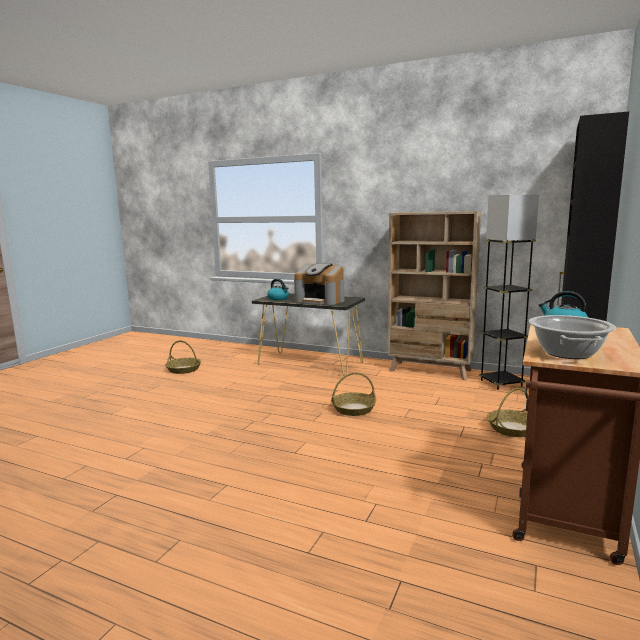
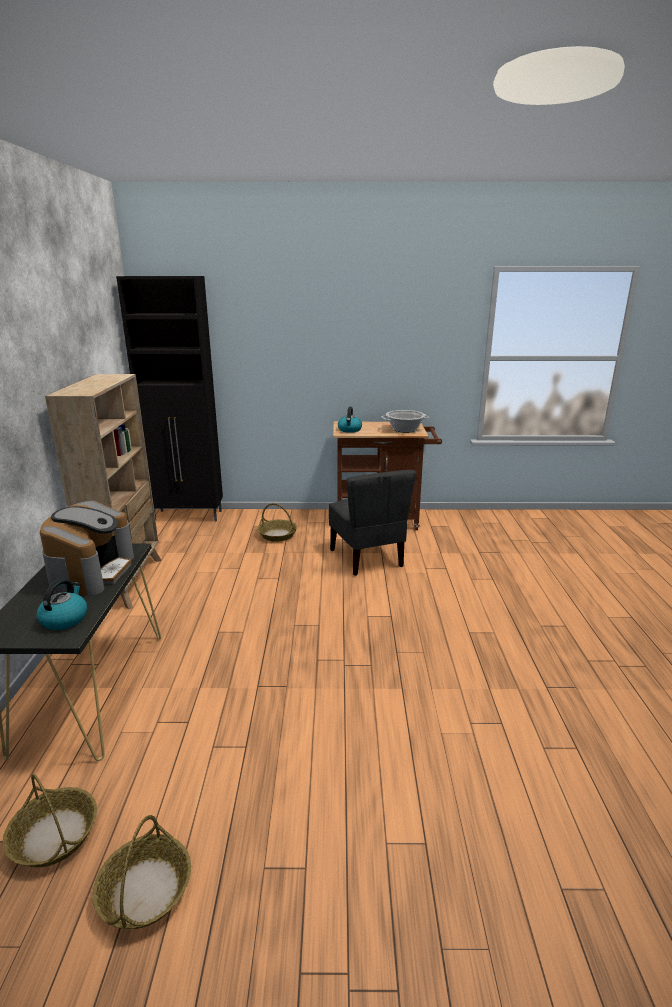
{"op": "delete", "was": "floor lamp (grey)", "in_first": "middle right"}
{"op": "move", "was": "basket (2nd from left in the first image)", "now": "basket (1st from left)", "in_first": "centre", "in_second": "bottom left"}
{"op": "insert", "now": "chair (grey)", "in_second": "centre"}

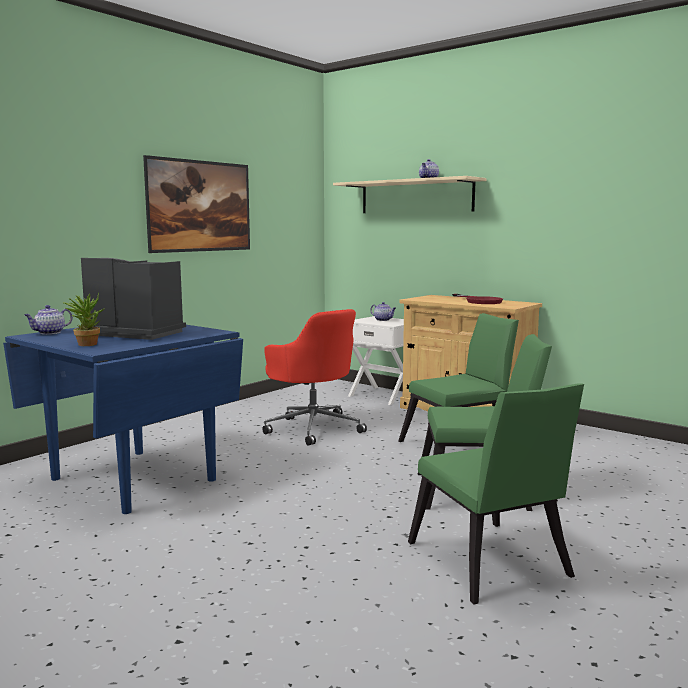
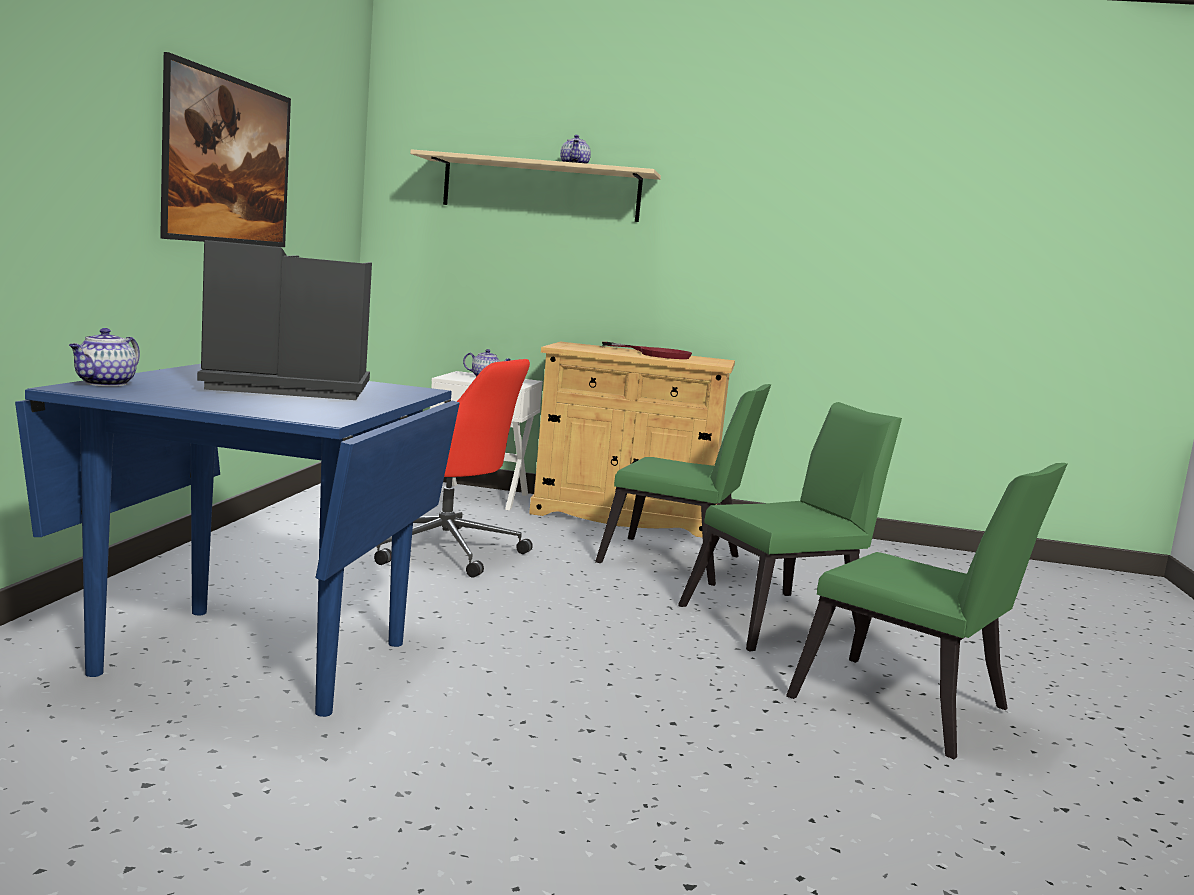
{"op": "delete", "was": "potted plant", "in_first": "middle left"}
{"op": "rotate", "was": "chair (green) (1st from left)", "in_first": "middle right", "in_second": "centre", "clockwise": 75}

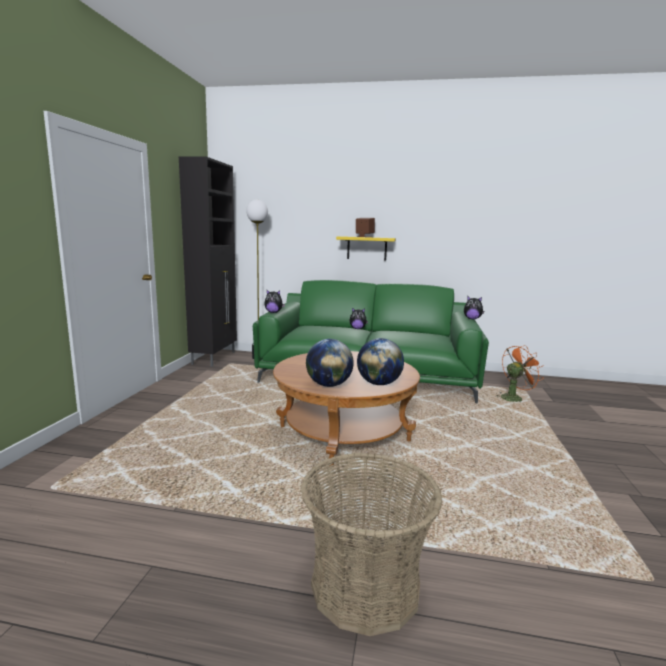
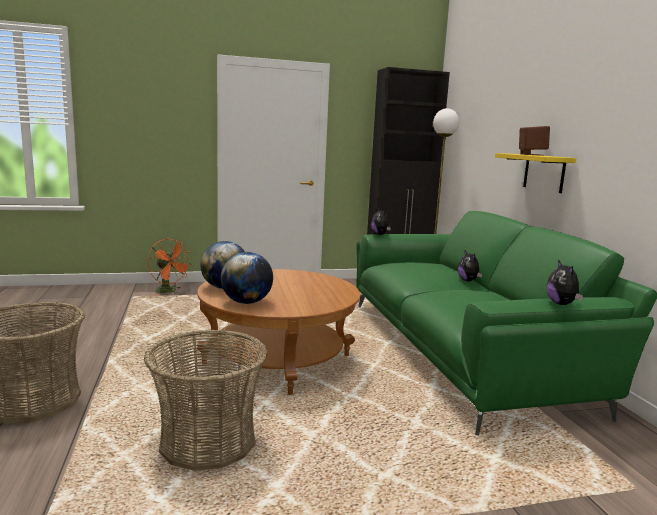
{"op": "move", "was": "fan (orange)", "in_first": "middle right", "in_second": "middle left"}
{"op": "insert", "now": "basket (2nd from left)", "in_second": "bottom left"}

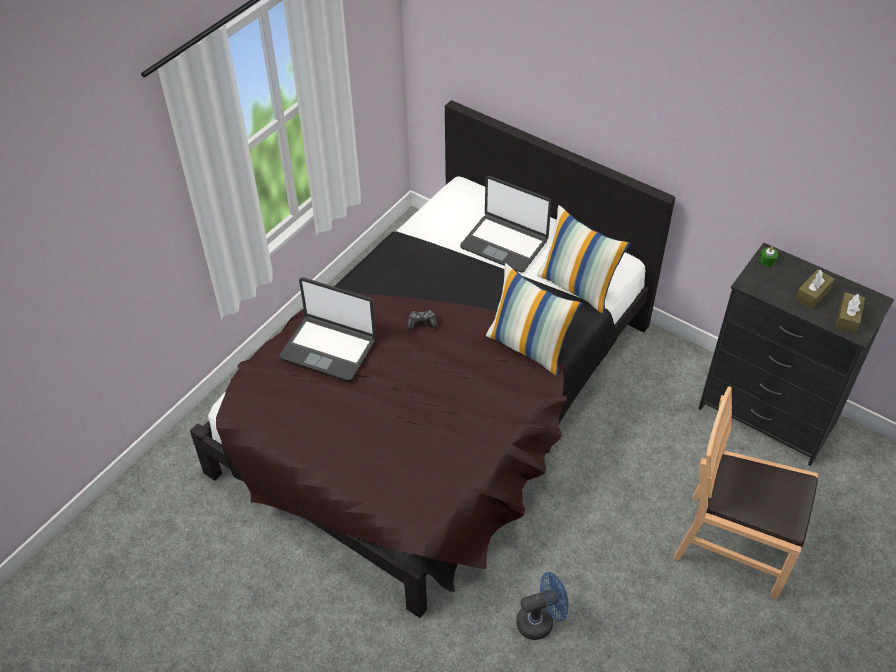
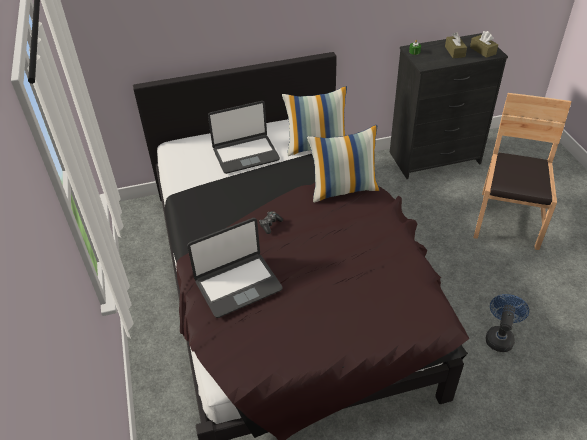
{"op": "rotate", "was": "chair (brown)", "in_first": "bottom right", "in_second": "middle right", "clockwise": 135}

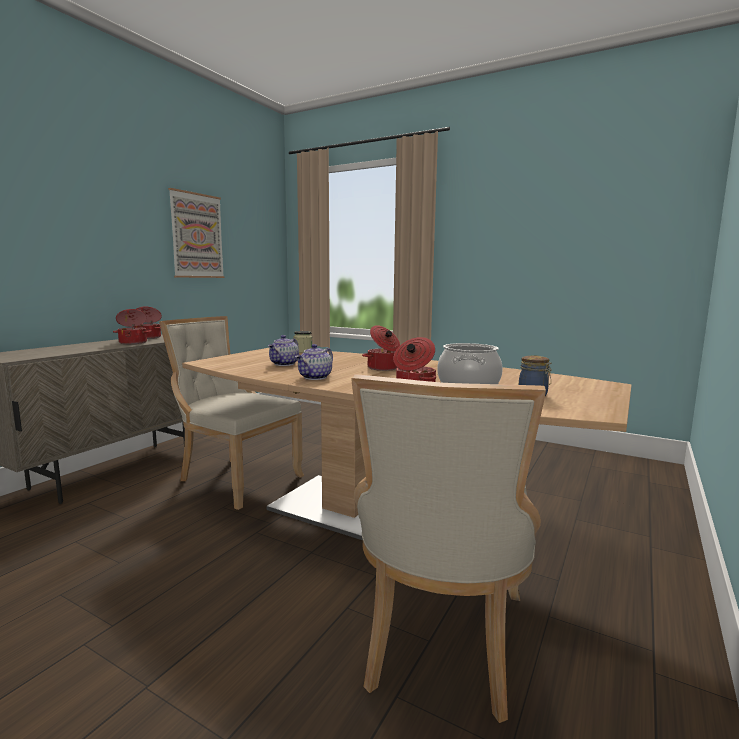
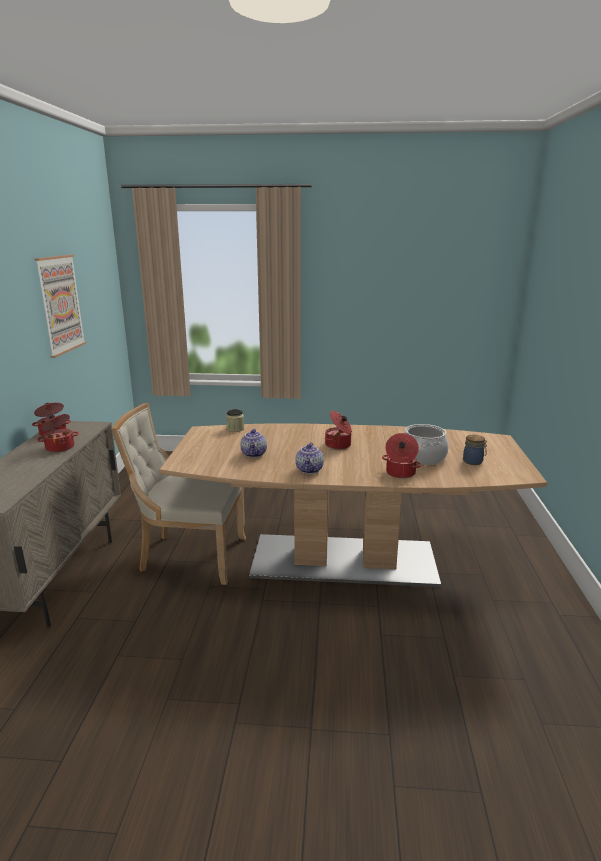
{"op": "delete", "was": "chair (beige) (2nd from left)", "in_first": "bottom centre"}

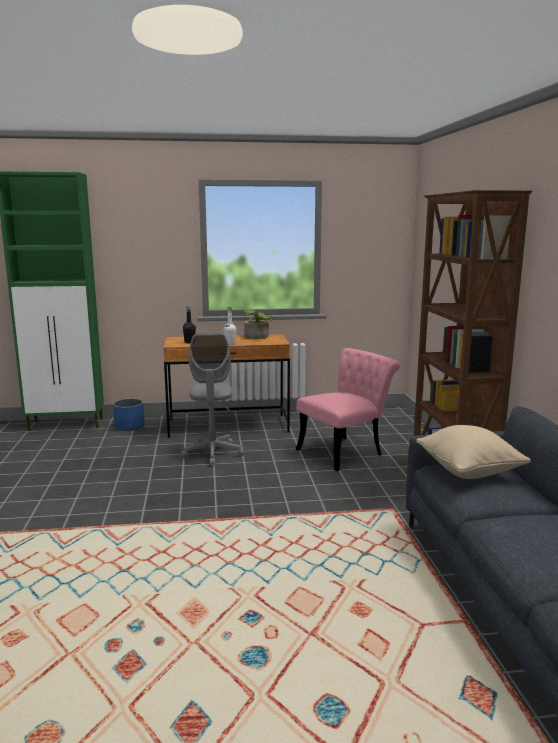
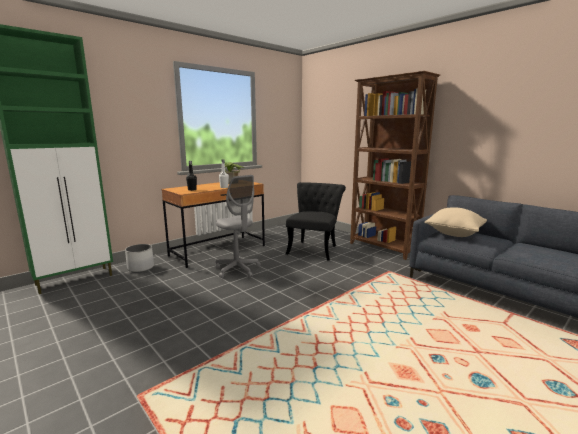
{"op": "recolor", "was": "chair (pink)", "now": "chair (black)", "in_first": "centre", "in_second": "centre"}
{"op": "recolor", "was": "planter (blue)", "now": "planter (white)", "in_first": "middle left", "in_second": "middle left"}

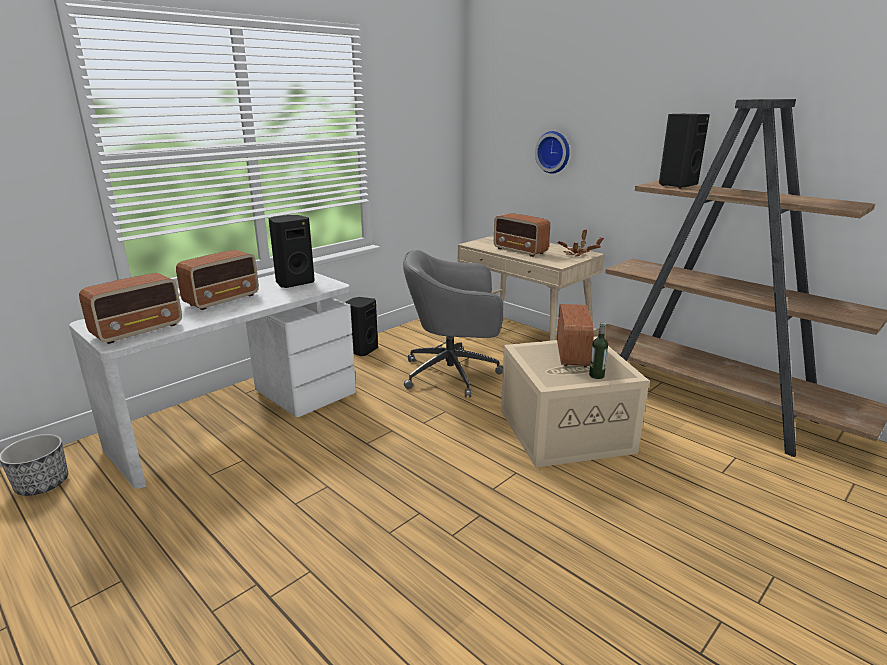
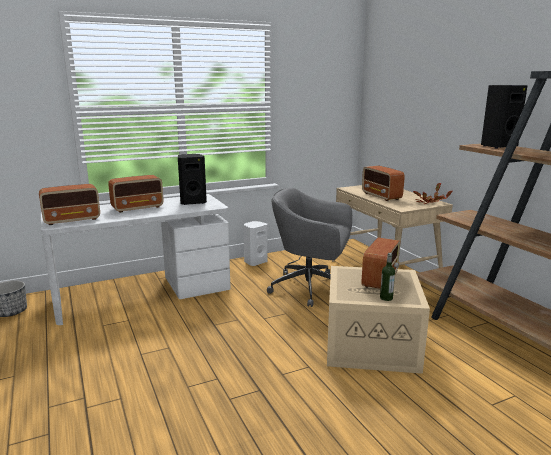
{"op": "delete", "was": "wall clock", "in_first": "top centre"}
{"op": "recolor", "was": "speaker (black) (2nd from left)", "now": "speaker (white)", "in_first": "centre", "in_second": "centre"}

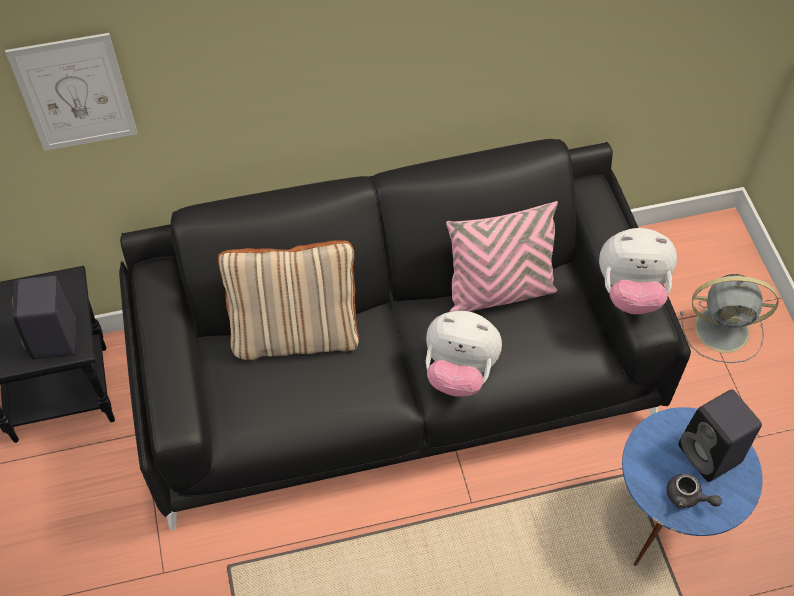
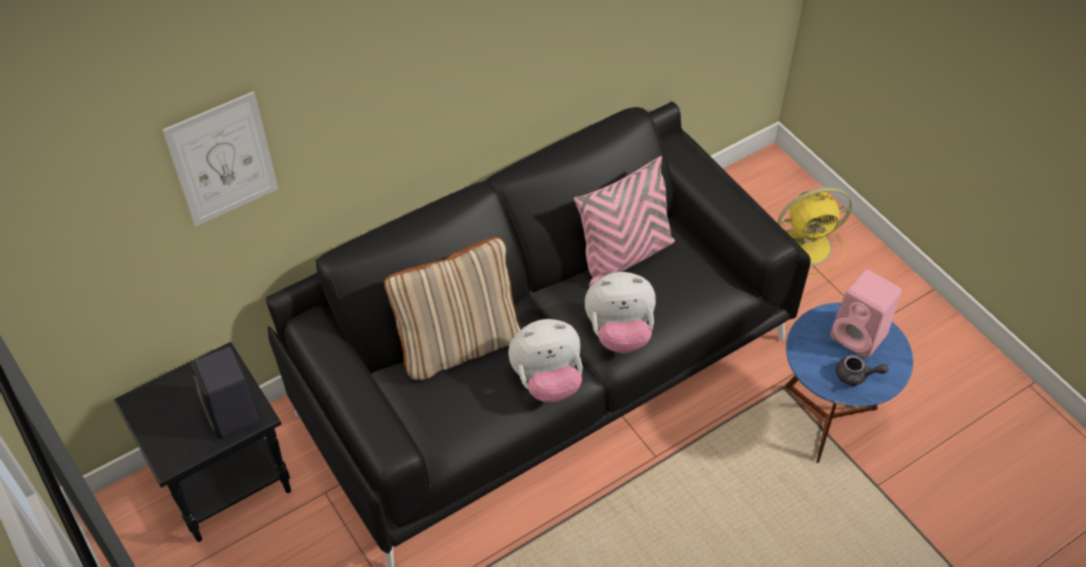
{"op": "move", "was": "plush toy (2nd from left in the first image)", "now": "plush toy (1st from left)", "in_first": "middle right", "in_second": "centre"}
{"op": "recolor", "was": "fan (grey)", "now": "fan (yellow)", "in_first": "middle right", "in_second": "middle right"}
{"op": "recolor", "was": "speaker (black) (2nd from left)", "now": "speaker (pink)", "in_first": "bottom right", "in_second": "middle right"}

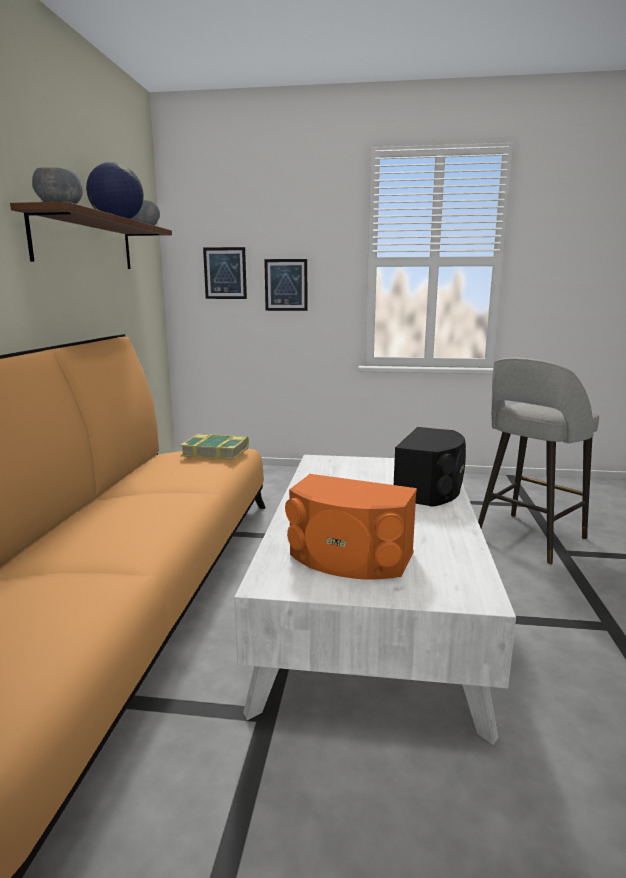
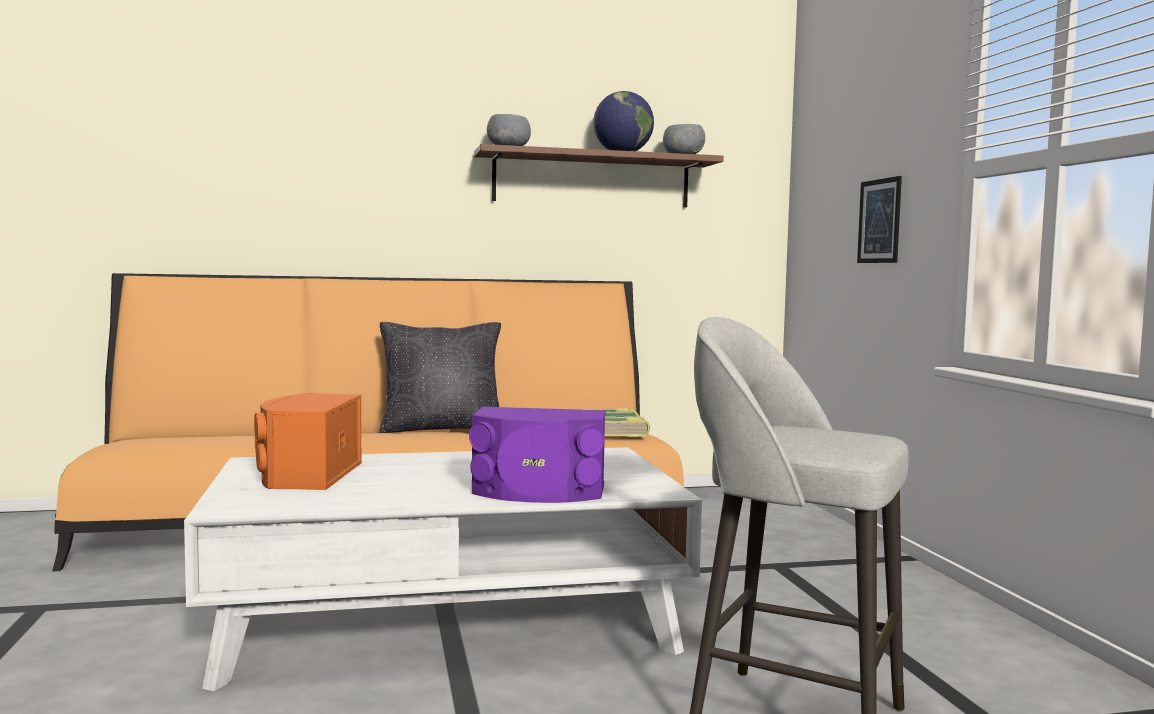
{"op": "delete", "was": "picture (1st from left)", "in_first": "top centre"}
{"op": "recolor", "was": "speaker (black)", "now": "speaker (purple)", "in_first": "middle right", "in_second": "centre"}
{"op": "insert", "now": "pillow (black)", "in_second": "centre"}

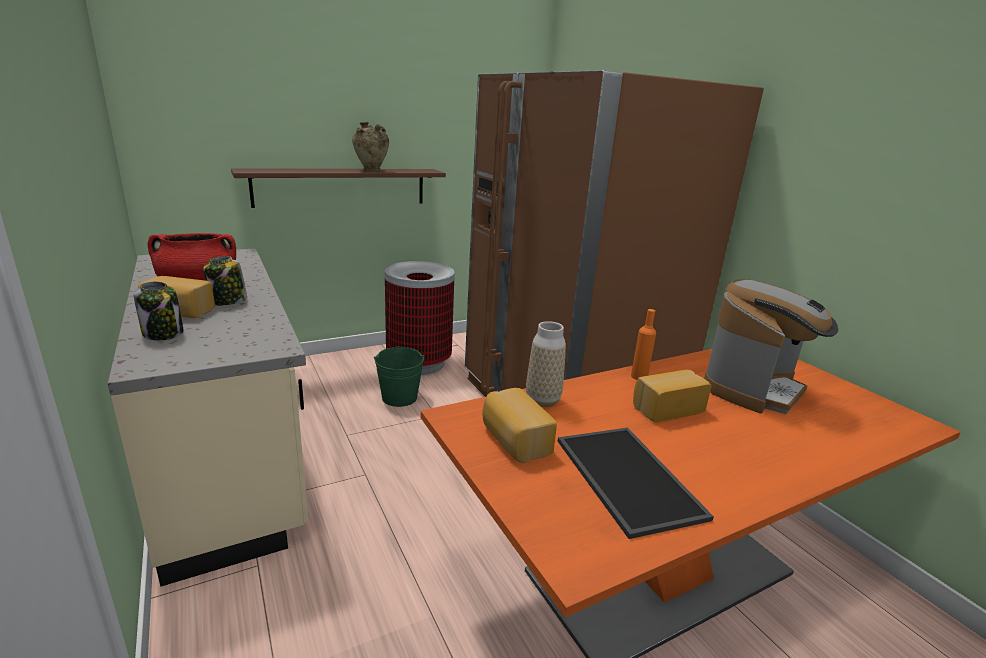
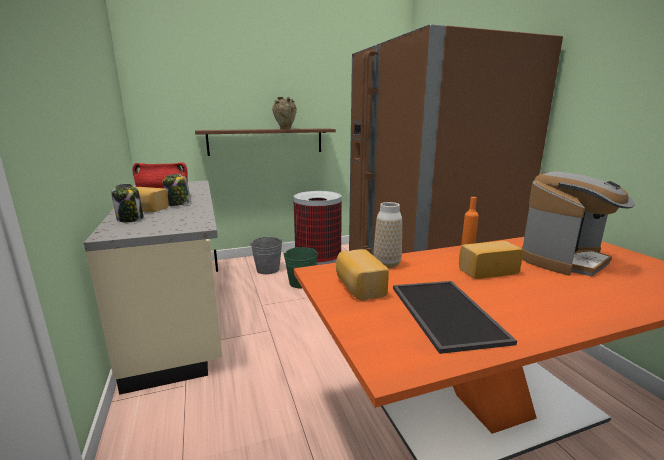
{"op": "insert", "now": "bucket (grey)", "in_second": "centre"}

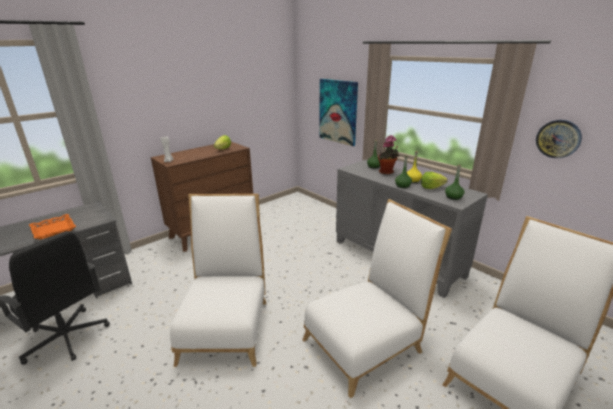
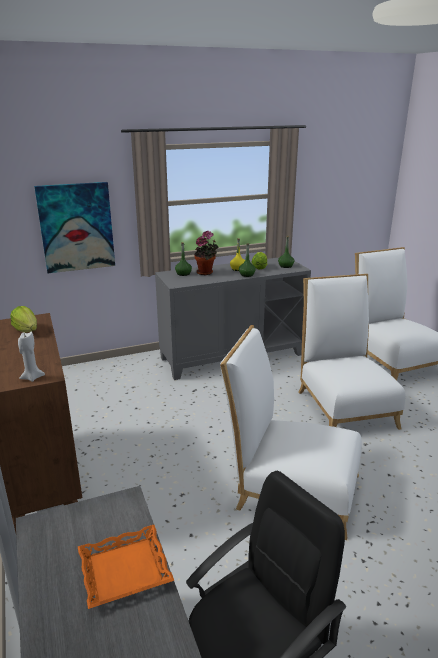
{"op": "delete", "was": "wall clock", "in_first": "middle right"}

